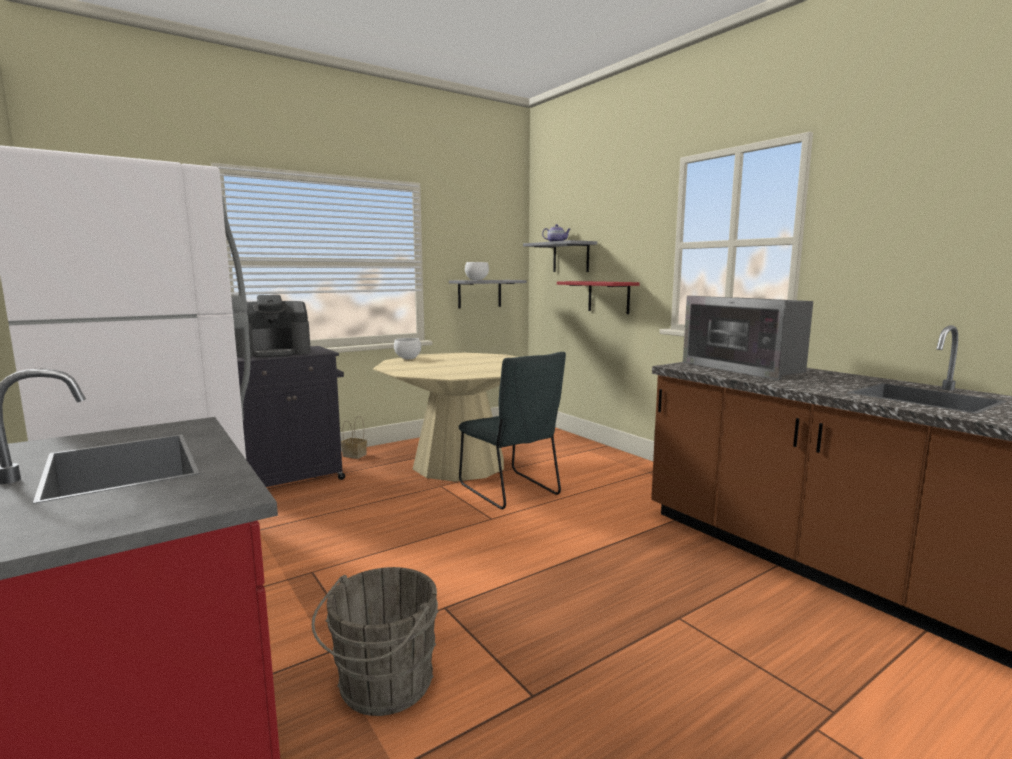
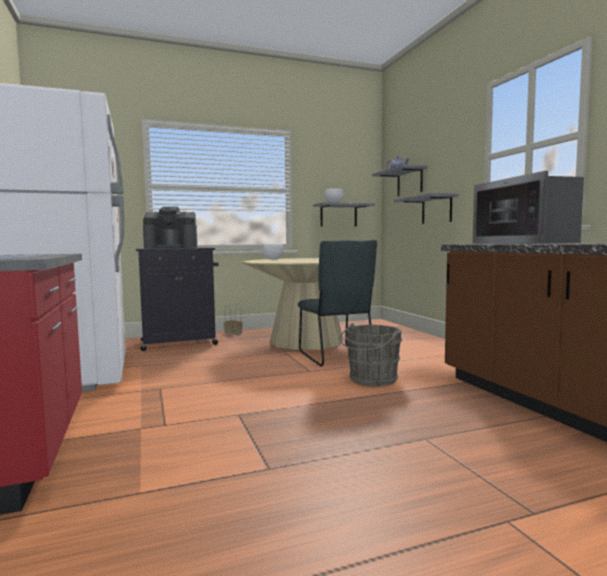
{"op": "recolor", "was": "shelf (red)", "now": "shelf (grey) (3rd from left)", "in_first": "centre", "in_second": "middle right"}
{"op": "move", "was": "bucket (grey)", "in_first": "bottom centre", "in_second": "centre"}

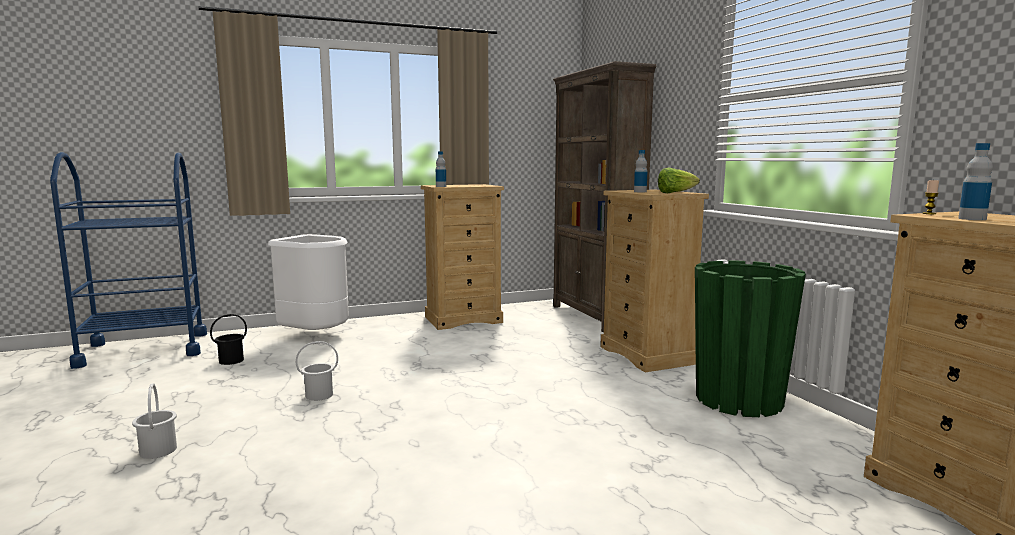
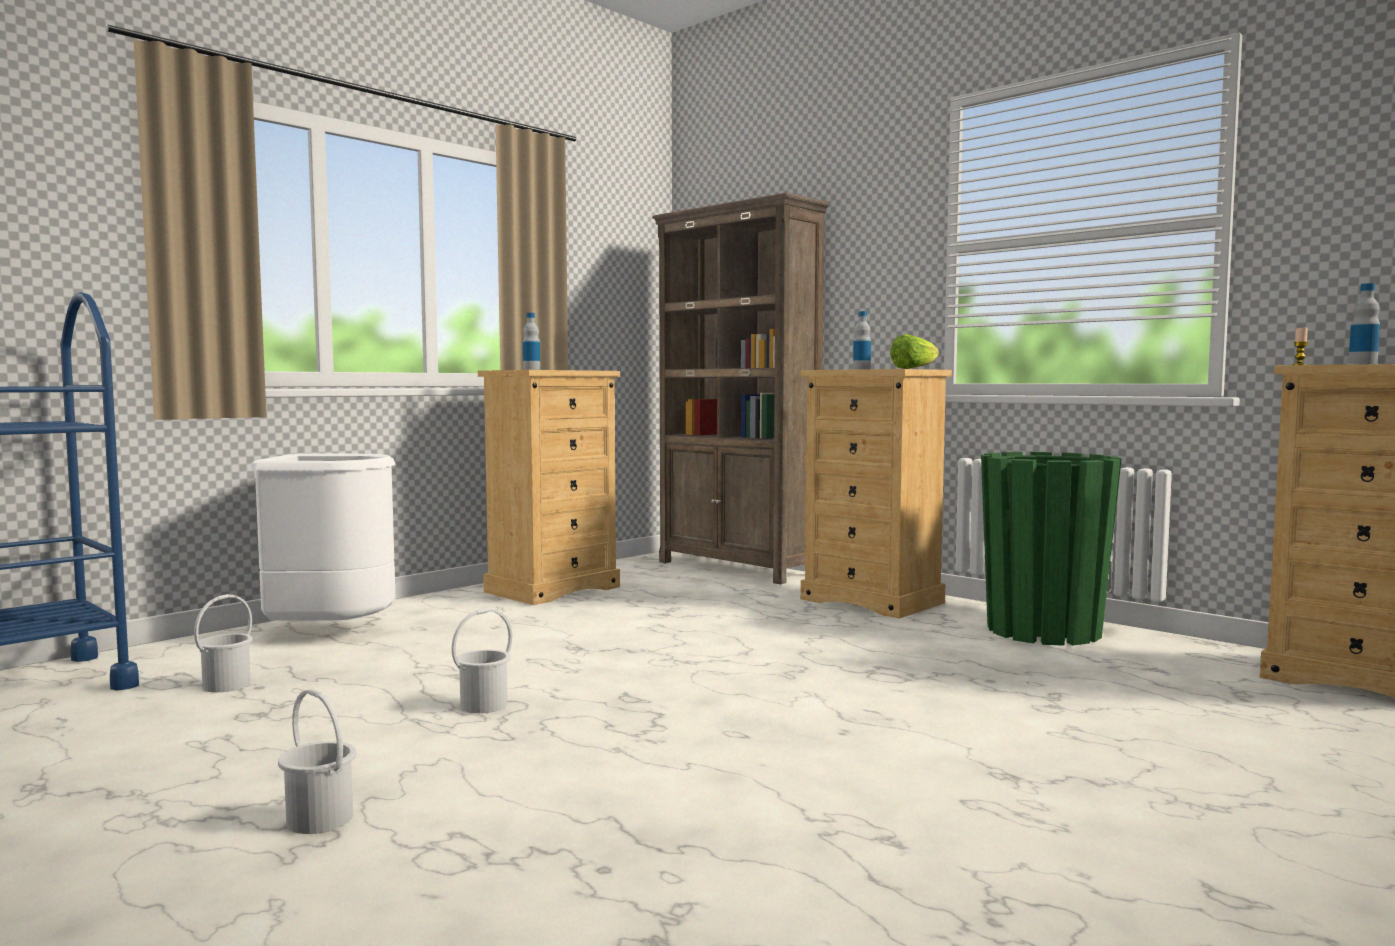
{"op": "recolor", "was": "bucket (black)", "now": "bucket (white) (1st from left)", "in_first": "middle left", "in_second": "bottom left"}

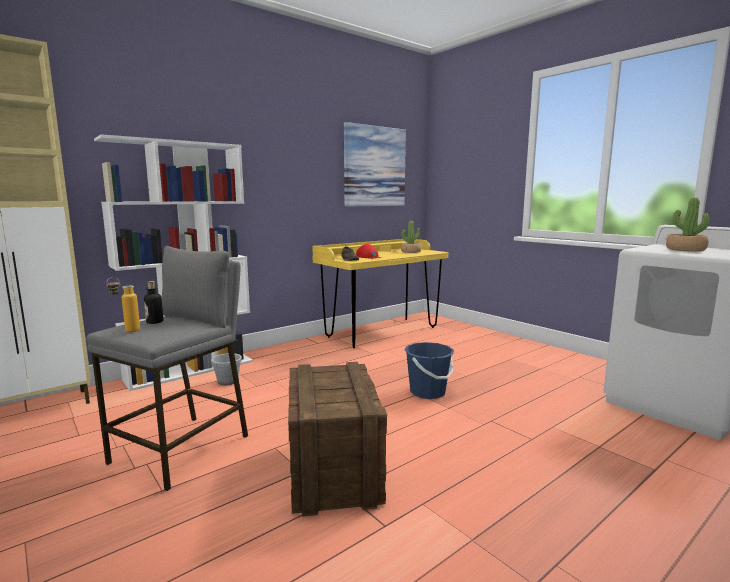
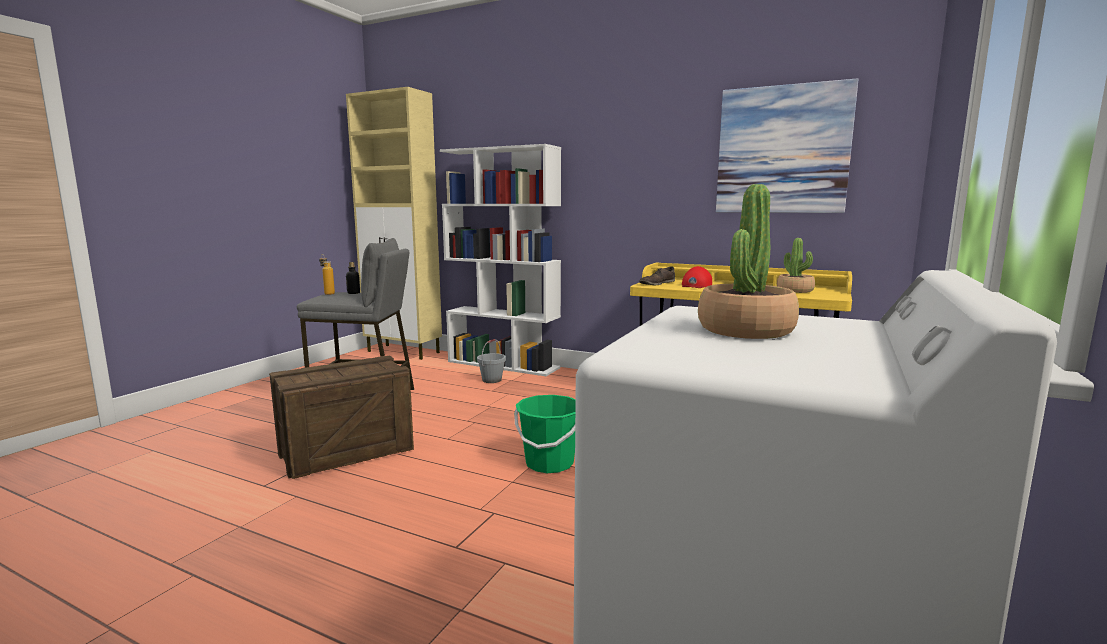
{"op": "recolor", "was": "bucket (blue)", "now": "bucket (green)", "in_first": "centre", "in_second": "bottom centre"}

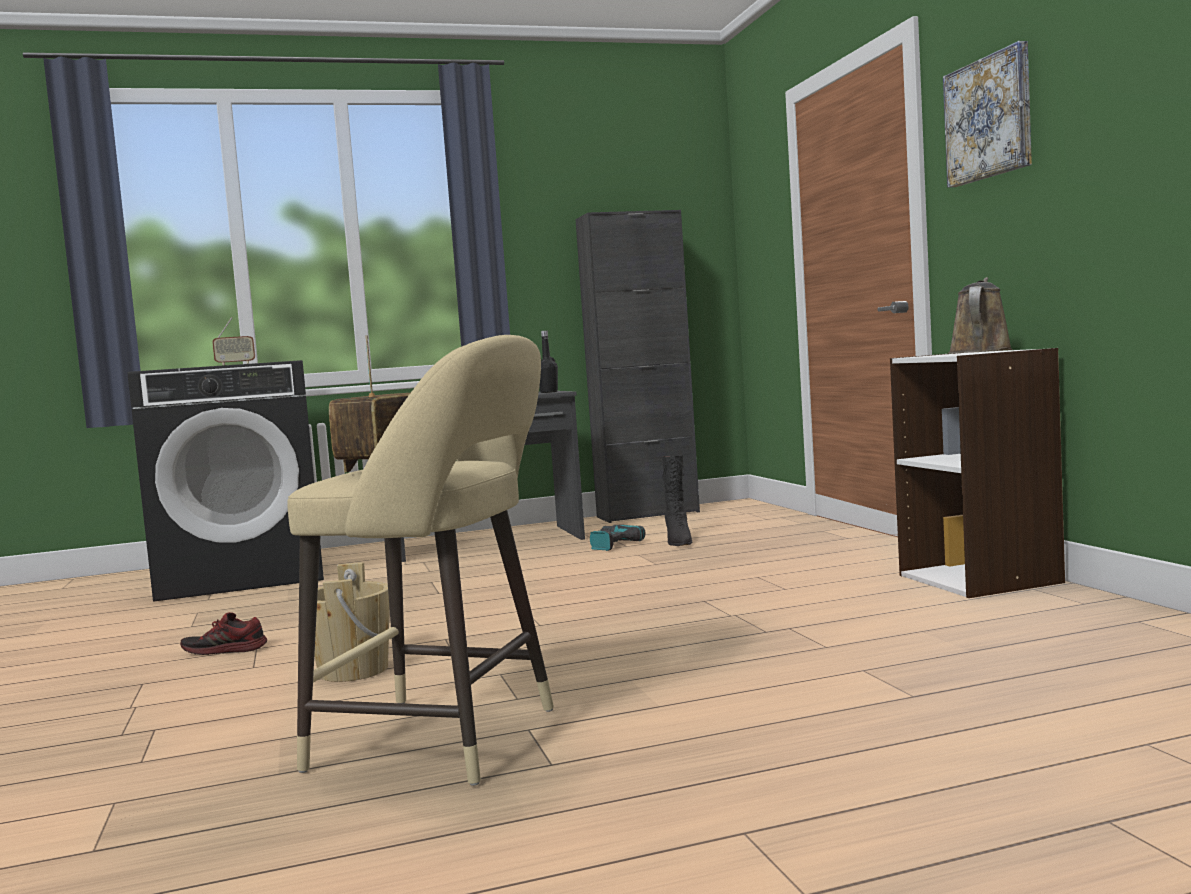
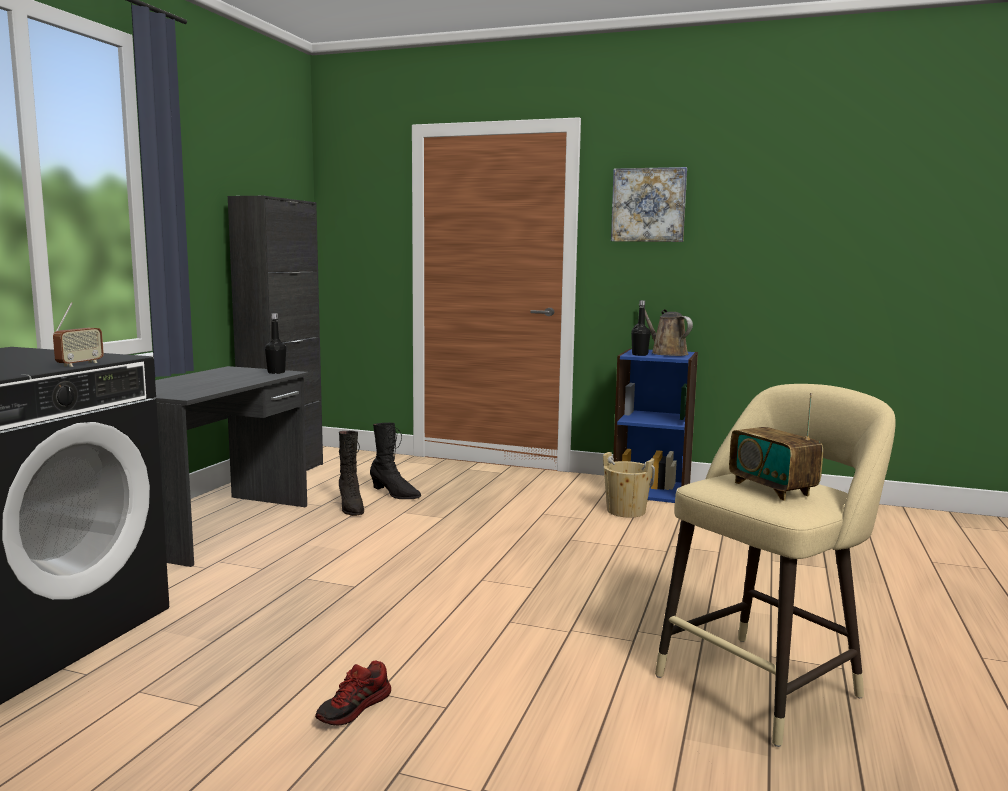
{"op": "recolor", "was": "bookcase (white)", "now": "bookcase (blue)", "in_first": "middle right", "in_second": "centre"}
{"op": "replace", "was": "power drill", "now": "boot (black) (1st from left)", "in_first": "centre", "in_second": "centre"}
{"op": "move", "was": "bucket (beige)", "in_first": "bottom left", "in_second": "centre"}
{"op": "insert", "now": "bottle (black) (2nd from left)", "in_second": "centre"}

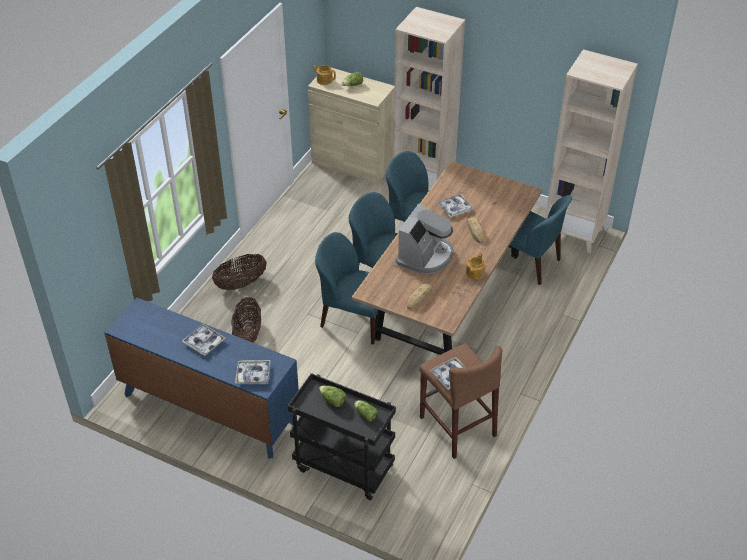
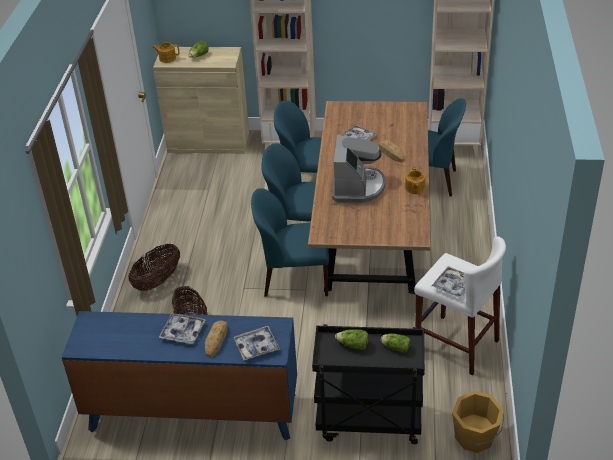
{"op": "move", "was": "bread (1st from left)", "in_first": "centre", "in_second": "bottom centre"}
{"op": "recolor", "was": "stool (brown)", "now": "stool (white)", "in_first": "bottom centre", "in_second": "middle right"}
{"op": "insert", "now": "bucket (orange)", "in_second": "bottom right"}

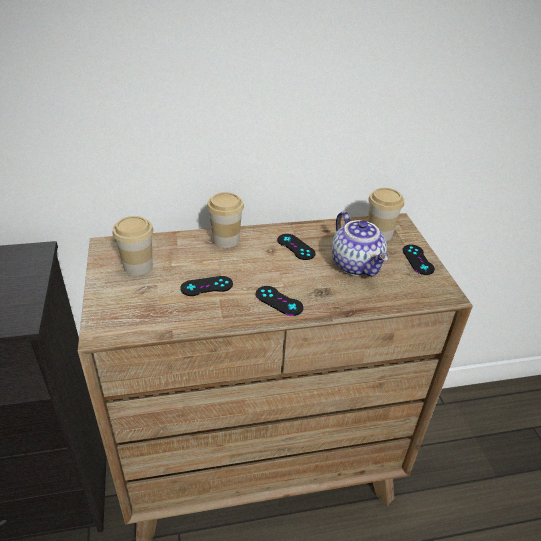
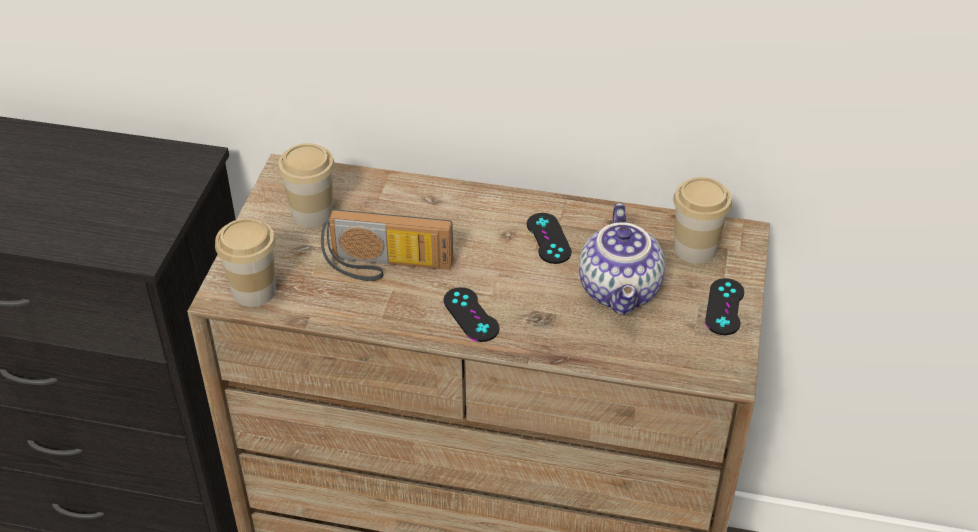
{"op": "move", "was": "cup (2nd from left in the first image)", "now": "cup (1st from left)", "in_first": "centre", "in_second": "middle left"}
{"op": "replace", "was": "game controller (black) (1st from left)", "now": "radio", "in_first": "centre", "in_second": "centre"}

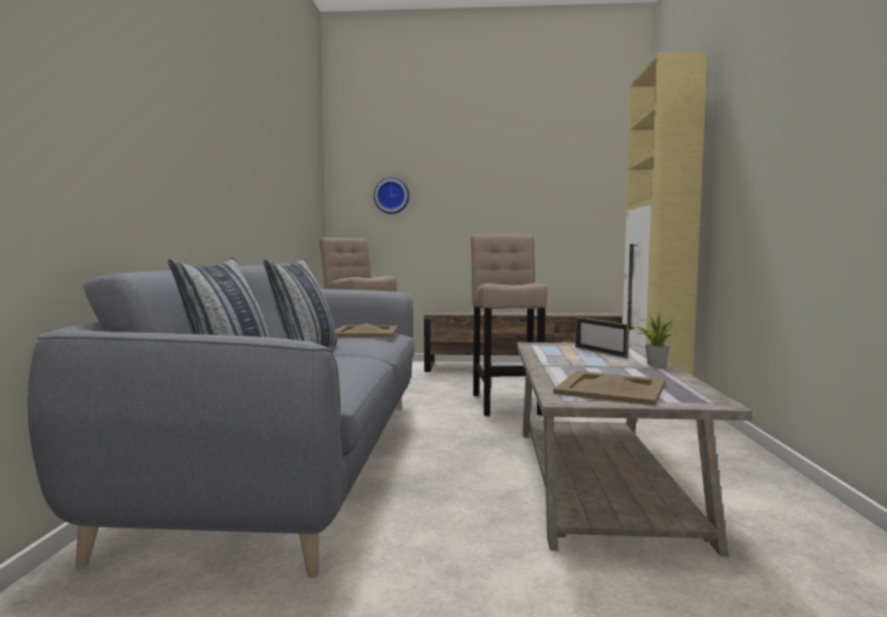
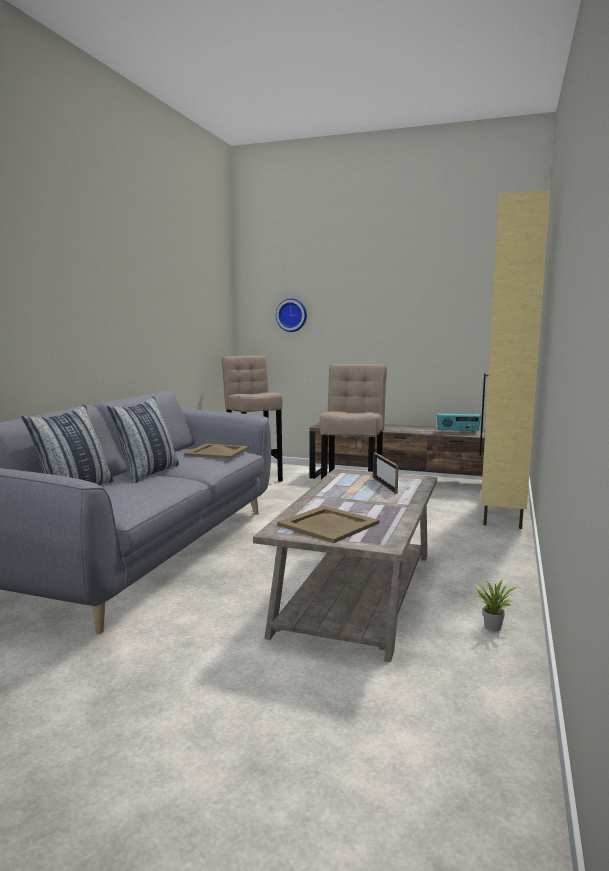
{"op": "move", "was": "potted plant", "in_first": "middle right", "in_second": "bottom right"}
{"op": "insert", "now": "radio", "in_second": "middle right"}

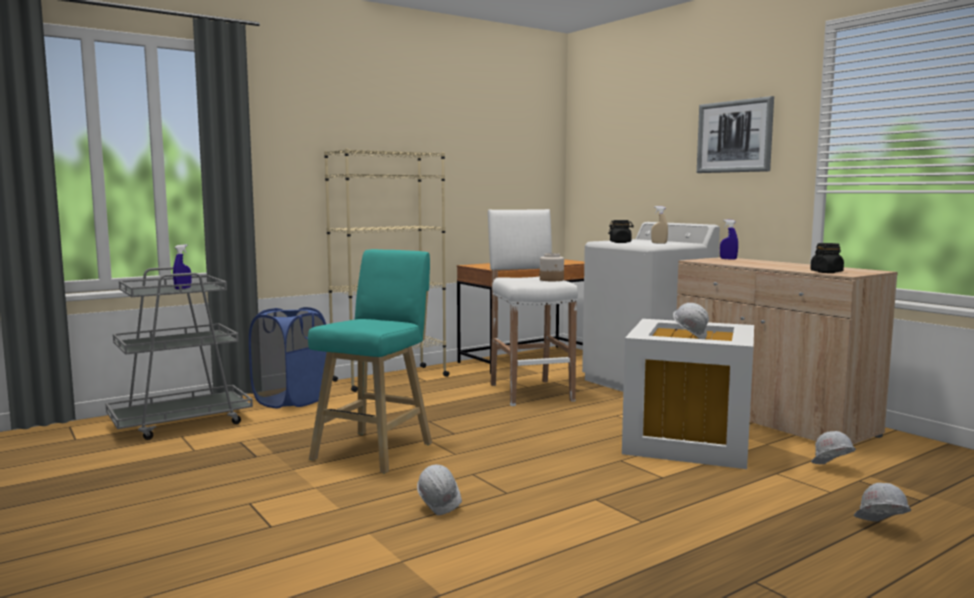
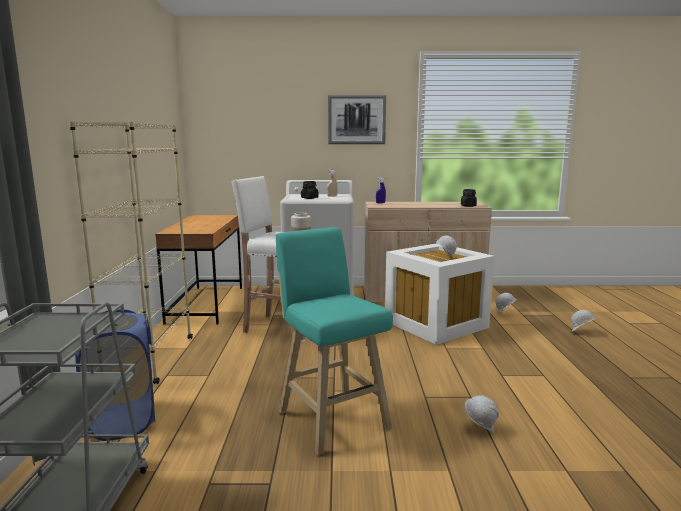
{"op": "delete", "was": "spray bottle (blue) (1st from left)", "in_first": "middle left"}

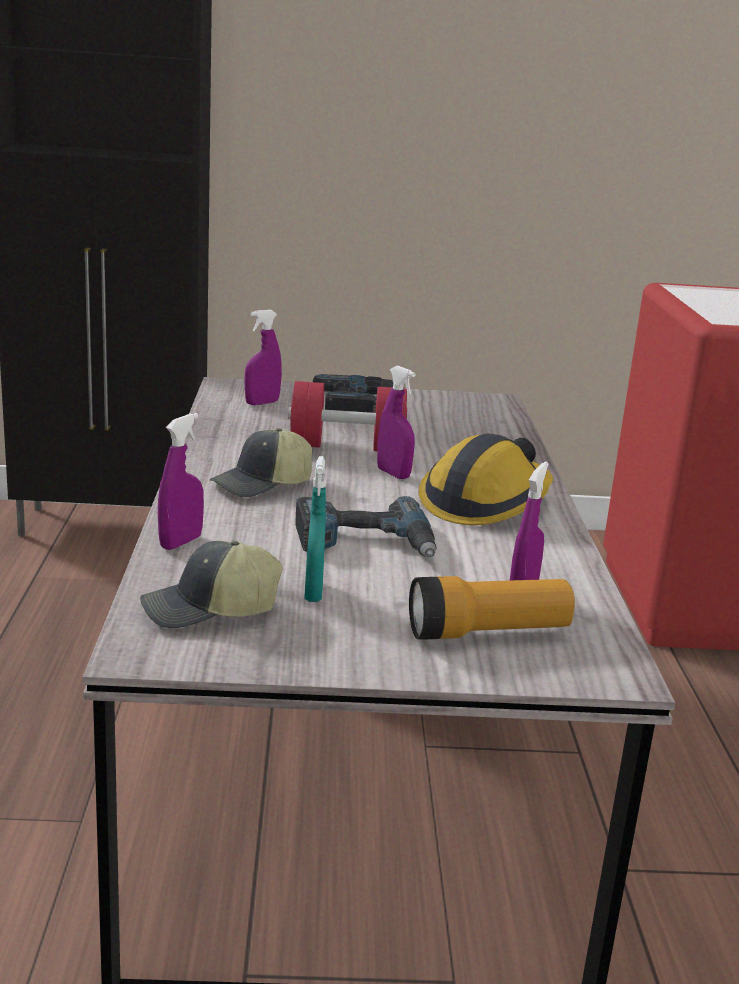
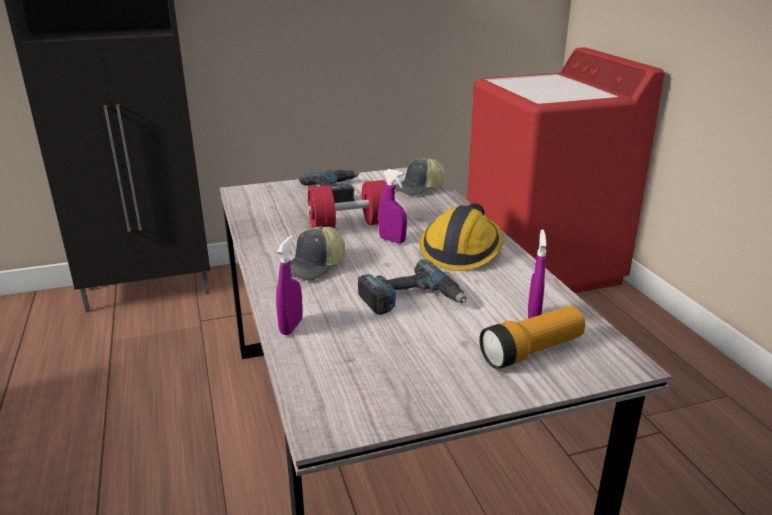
{"op": "delete", "was": "spray bottle (purple) (2nd from left)", "in_first": "centre"}
{"op": "delete", "was": "spray bottle (turquoise)", "in_first": "centre"}
{"op": "move", "was": "cap (1st from left in the first image)", "now": "cap (2nd from left)", "in_first": "middle left", "in_second": "centre"}

